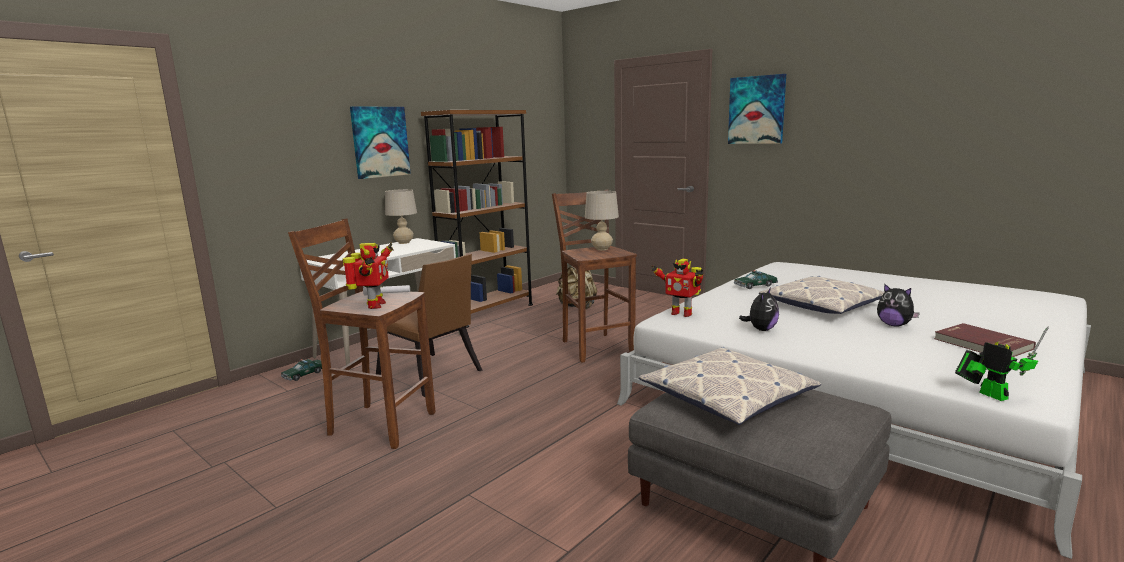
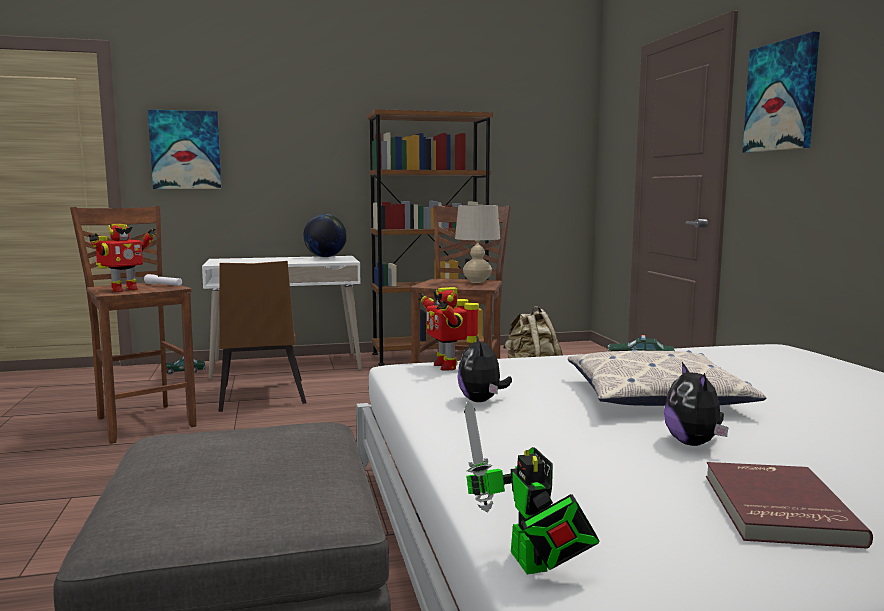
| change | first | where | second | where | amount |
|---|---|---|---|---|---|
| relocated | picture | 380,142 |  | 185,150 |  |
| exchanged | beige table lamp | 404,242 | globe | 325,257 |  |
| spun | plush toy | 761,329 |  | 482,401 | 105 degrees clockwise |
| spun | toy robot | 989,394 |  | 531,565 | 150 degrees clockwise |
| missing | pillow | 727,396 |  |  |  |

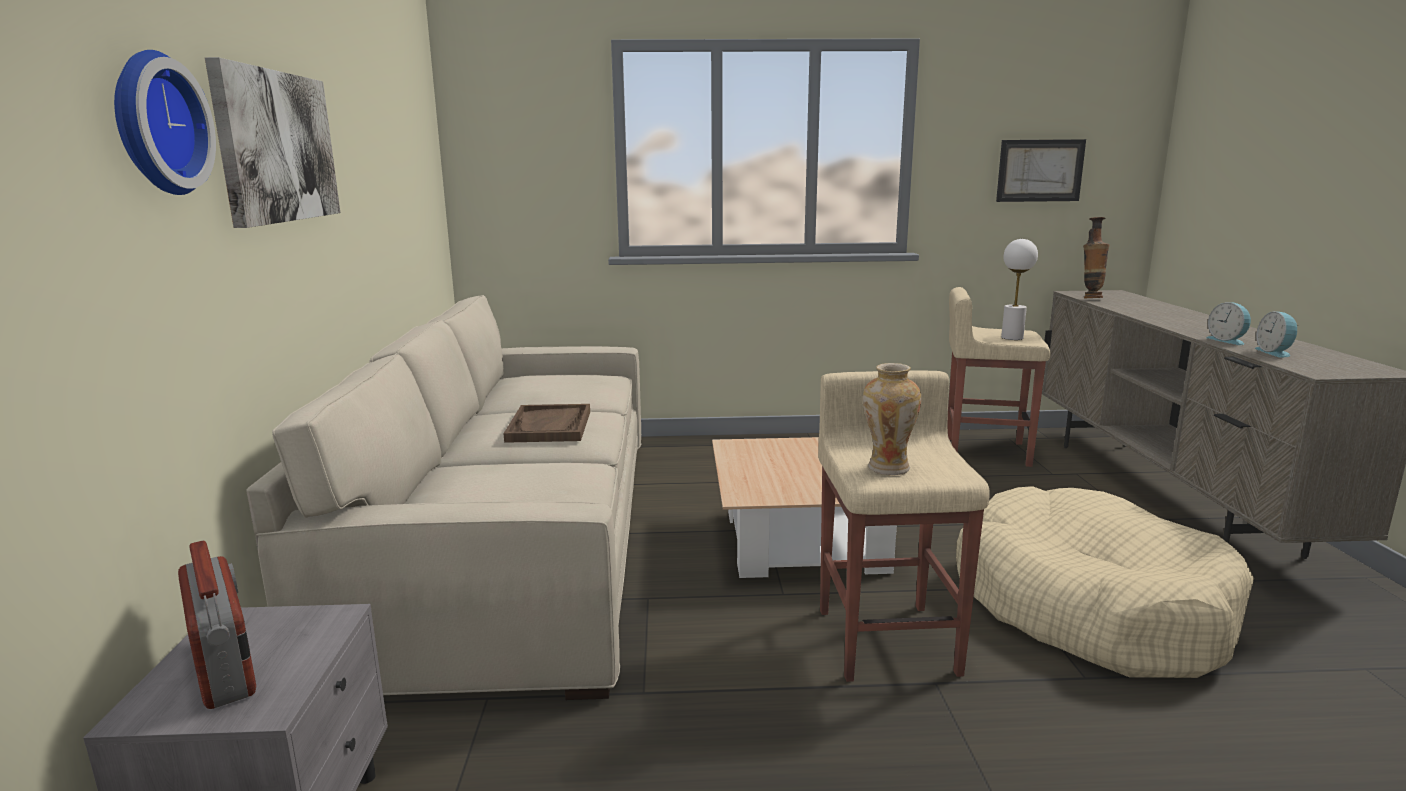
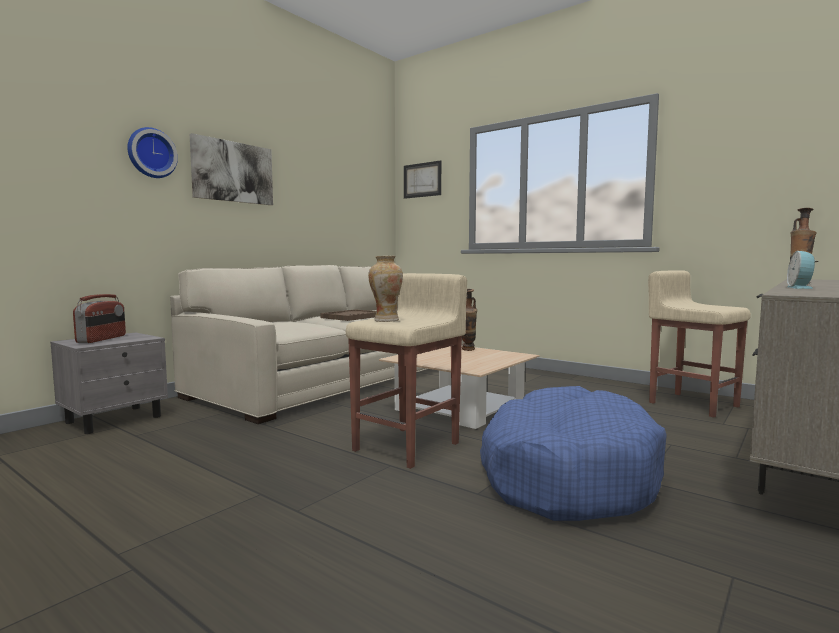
| change | first | where | second | where | amount |
|---|---|---|---|---|---|
| relocated | picture | 1040,170 |  | 422,180 |  |
| appeared |  |  | vase | 467,350 |  |
| colour | beige dog bed | 1088,606 | blue dog bed | 566,474 |  |
| missing | white table lamp | 1012,338 |  |  |  |
| missing | alarm clock | 1275,352 |  |  |  |

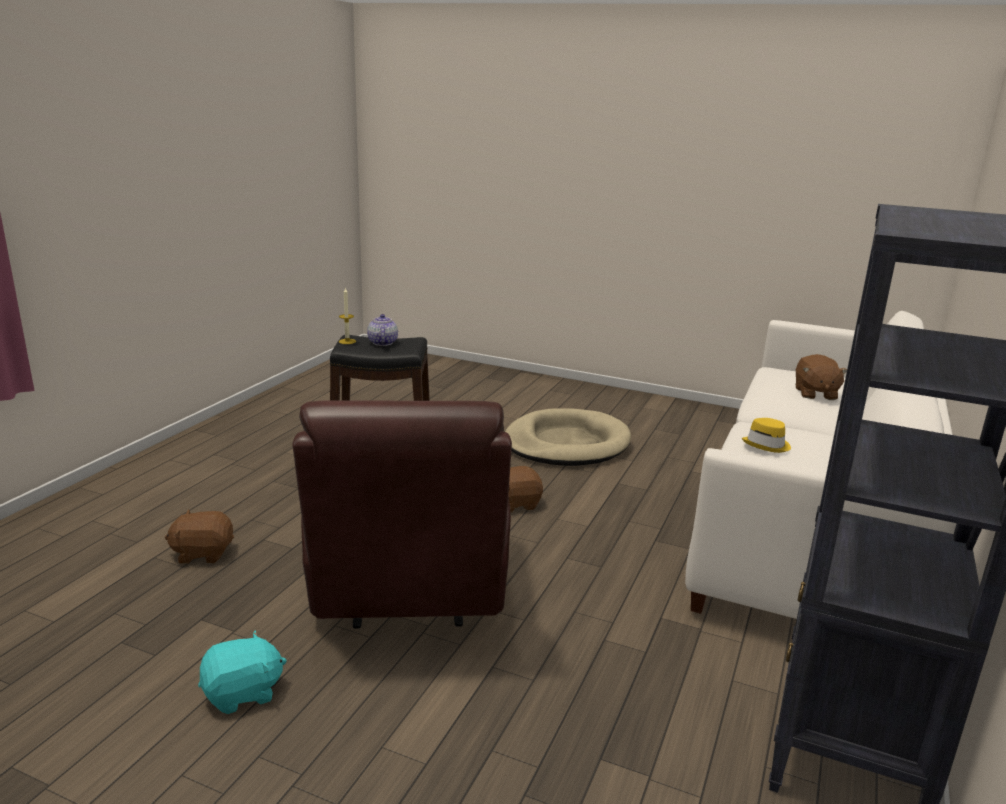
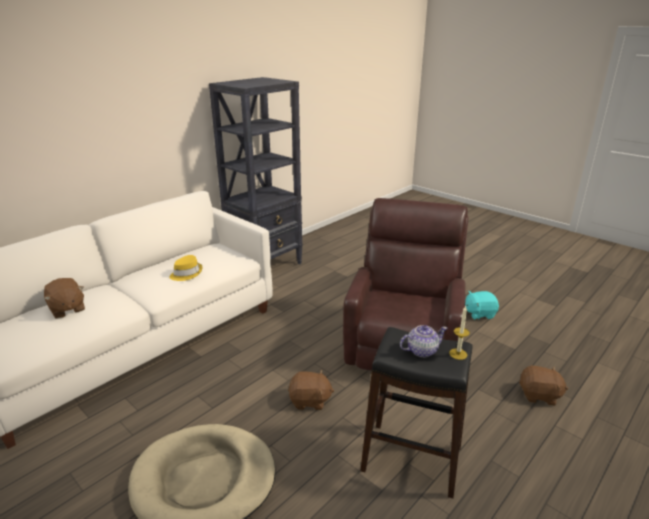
| change | first | where | second | where | amount |
|---|---|---|---|---|---|
| spun | brown plush toy | 815,394 |  | 67,309 | 120 degrees clockwise |
| spun | teapot | 382,343 |  | 421,351 | 120 degrees counterclockwise |

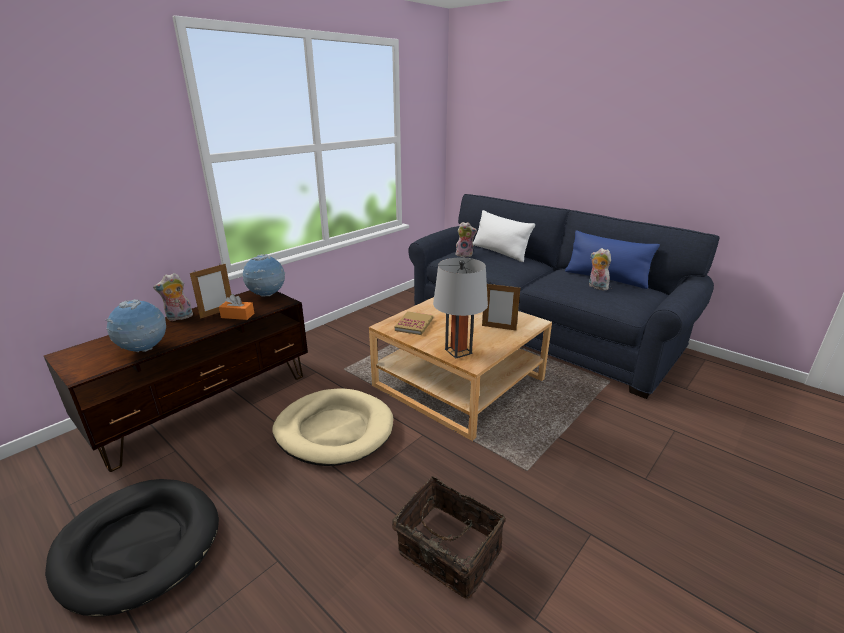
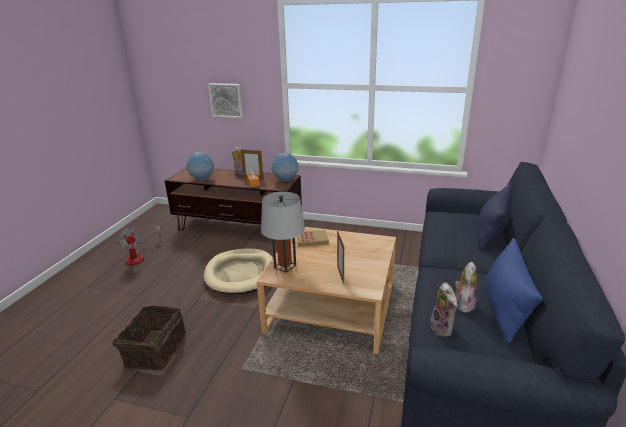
| change | first | where | second | where | amount |
|---|---|---|---|---|---|
| exchanged | black dog bed | 139,545 | fan | 139,257 |  |
| appeared |  |  | picture | 226,100 |  |
| relocated | plush toy | 464,255 |  | 443,328 |  |
| colour | white pillow | 499,252 | blue pillow | 491,232 |  |

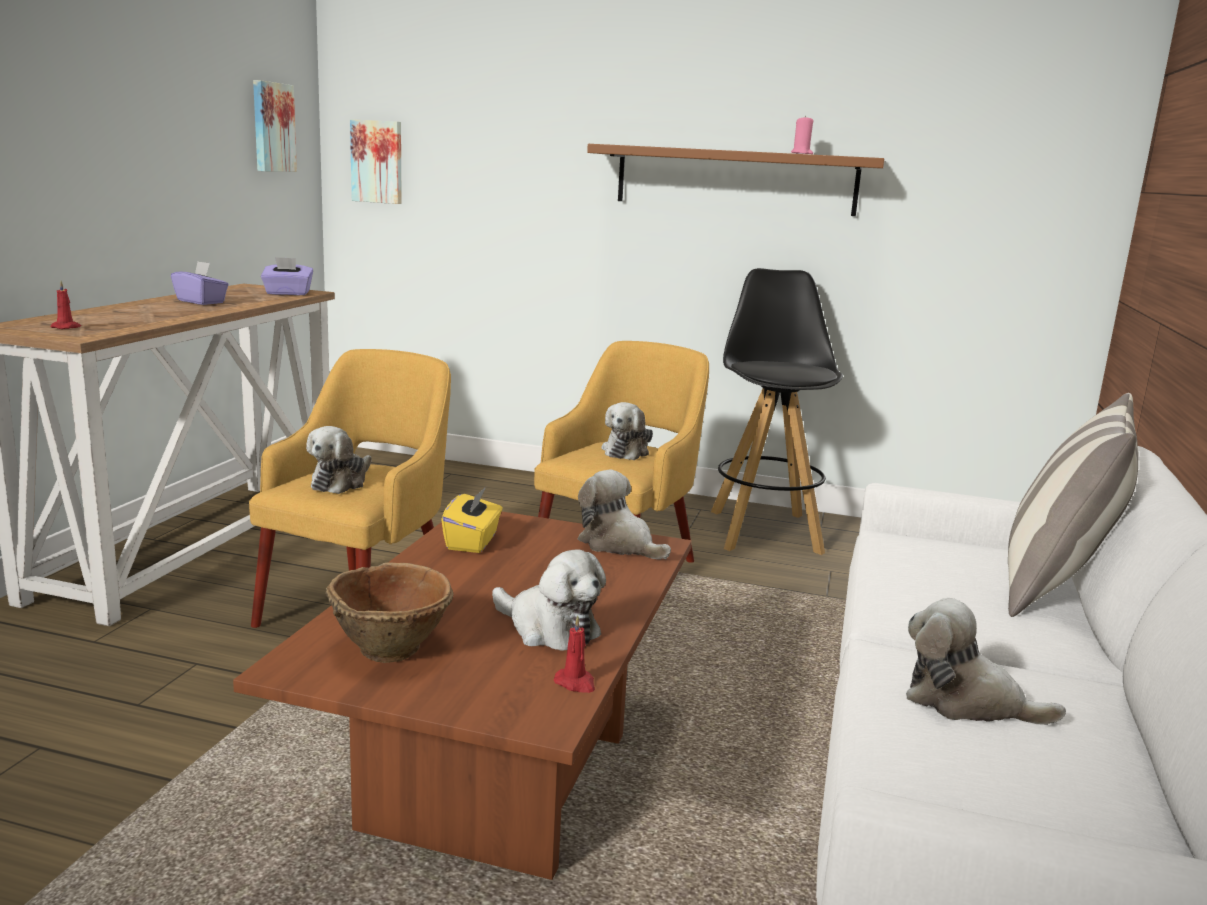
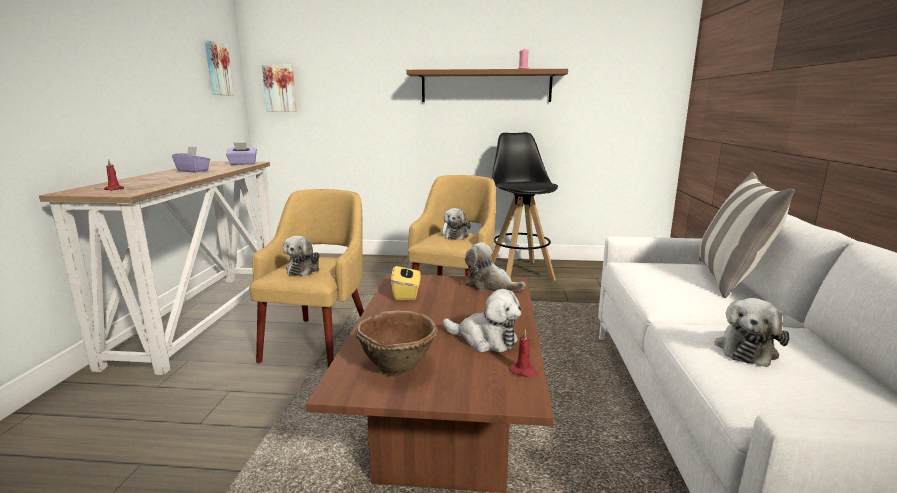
| change | first | where | second | where | amount |
|---|---|---|---|---|---|
| spun | plush toy | 966,702 |  | 746,349 | 75 degrees counterclockwise |

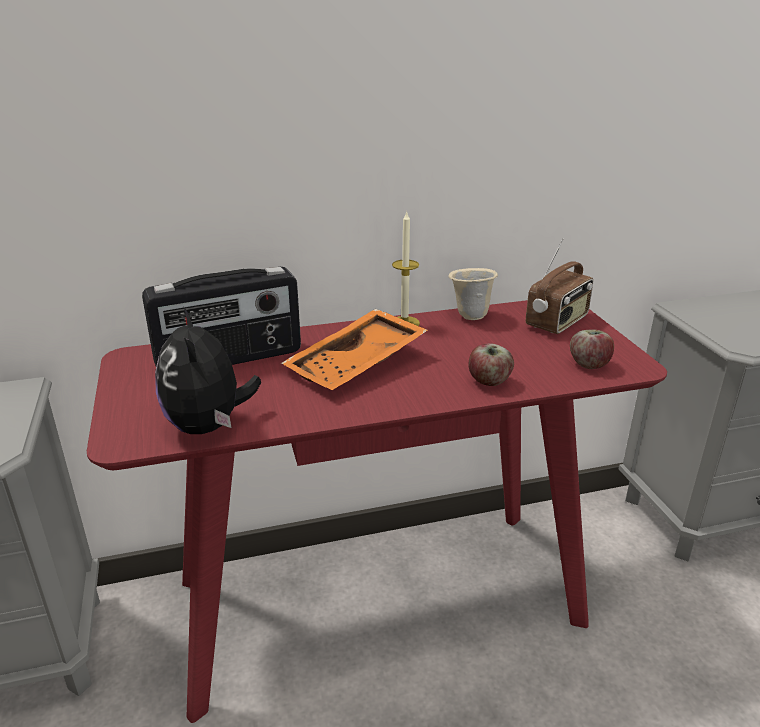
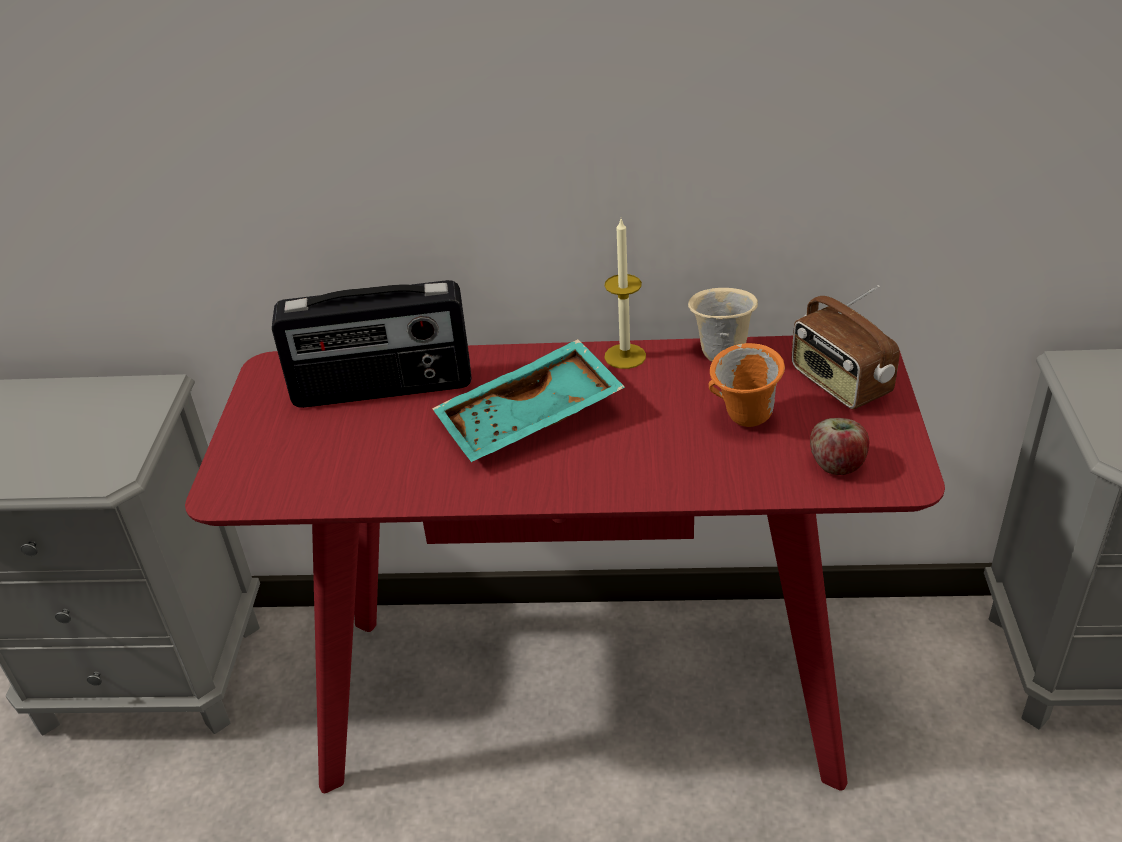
| change | first | where | second | where | amount |
|---|---|---|---|---|---|
| colour | orange tray | 358,365 | turquoise tray | 531,420 |  |
| appeared |  |  | orange mug | 744,421 |  |
| spun | radio | 557,322 |  | 839,383 | 90 degrees clockwise |
| missing | plush toy | 209,426 |  |  |  |
| missing | apple | 489,382 |  |  |  |

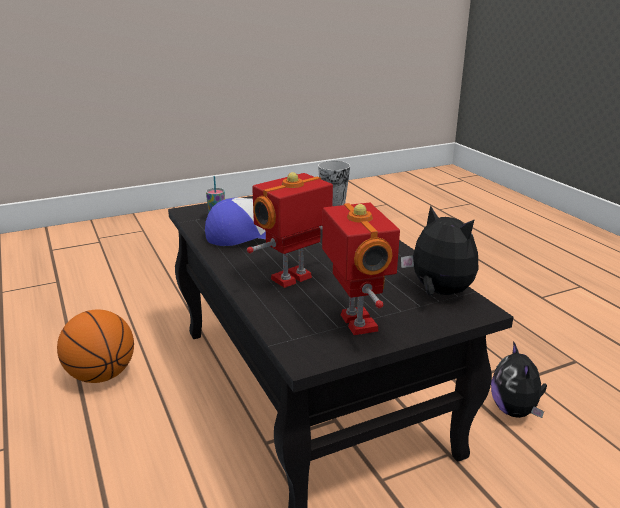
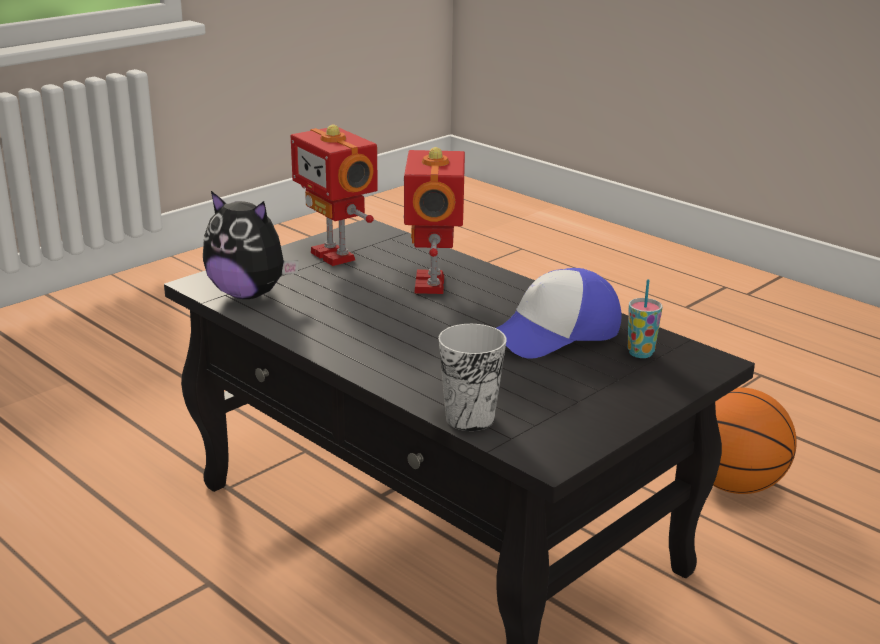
| change | first | where | second | where | amount |
|---|---|---|---|---|---|
| spun | toy robot | 293,279 |  | 433,284 | 150 degrees clockwise |
| missing | plush toy | 515,410 |  |  |  |

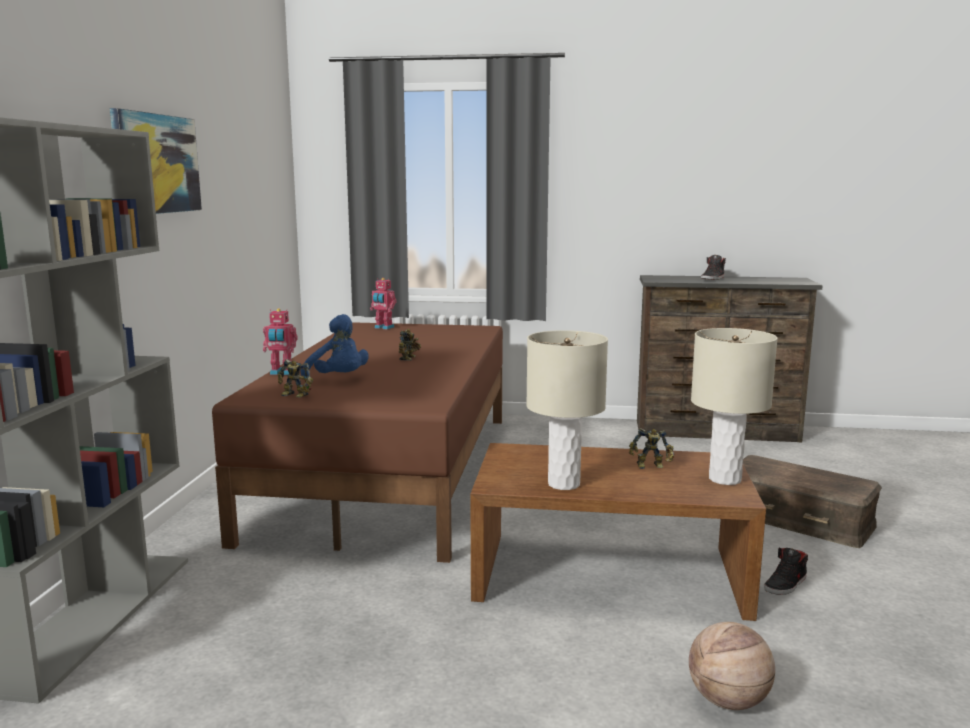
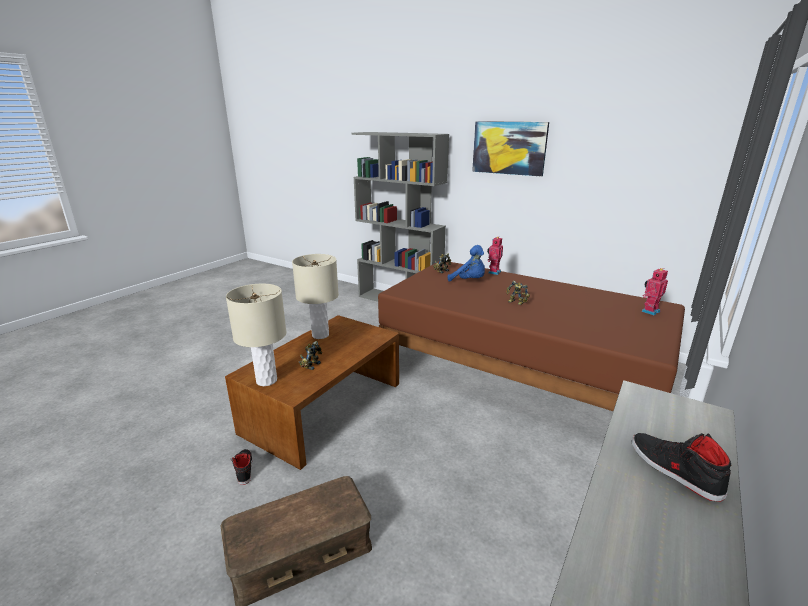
| change | first | where | second | where | amount |
|---|---|---|---|---|---|
| spun | blue plush toy | 338,379 |  | 469,281 | 120 degrees counterclockwise |
| missing | basketball | 728,701 |  |  |  |

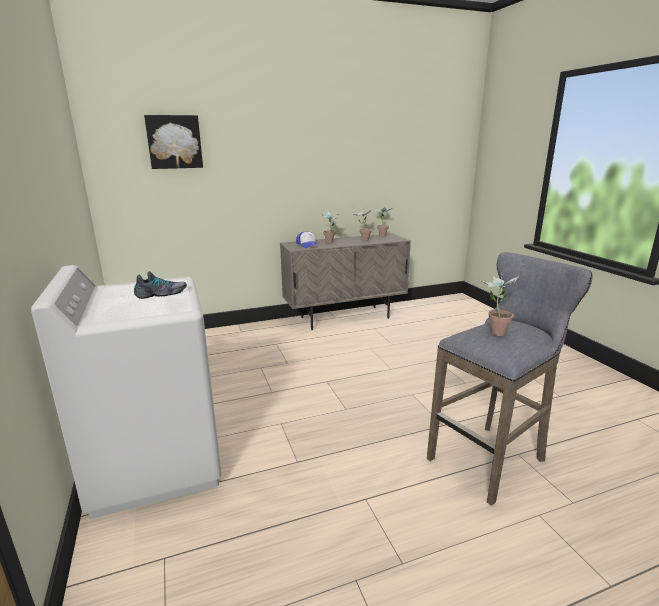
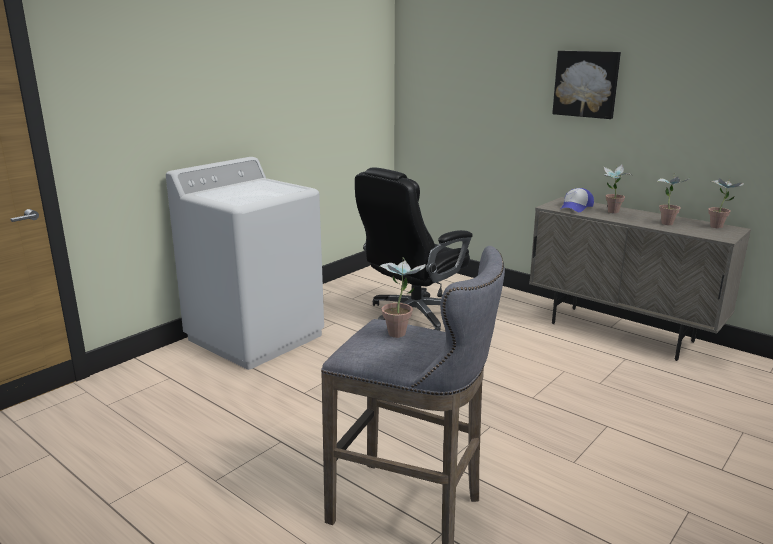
| change | first | where | second | where | amount |
|---|---|---|---|---|---|
| appeared |  |  | black office chair | 413,317 |  |
| relocated | picture | 174,142 |  | 586,84 |  |
| missing | shoe | 161,294 |  |  |  |

